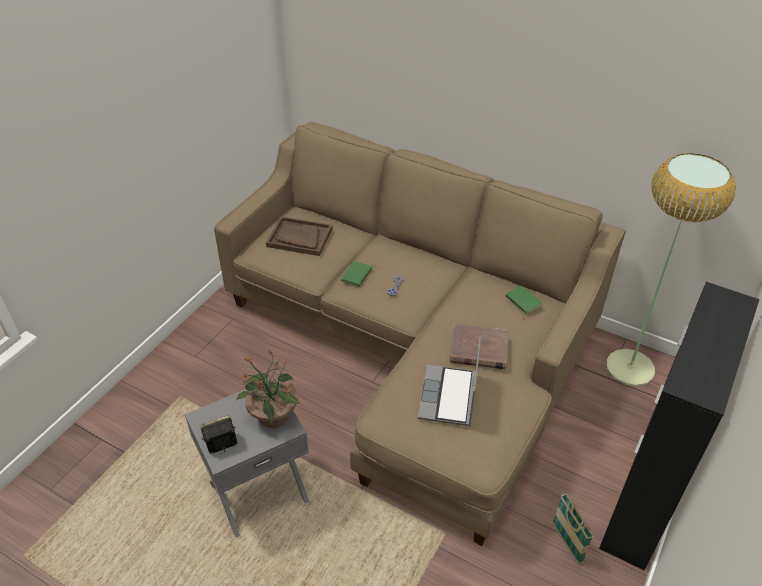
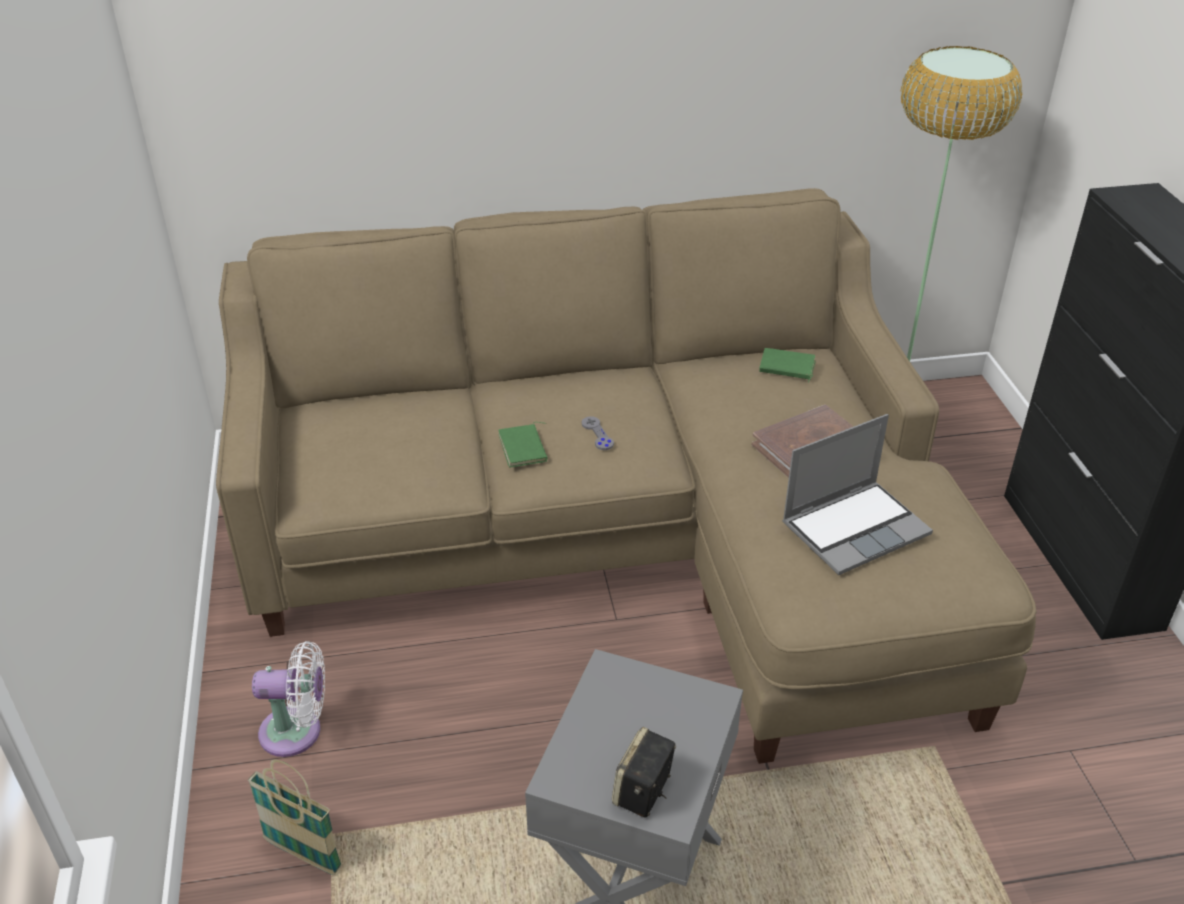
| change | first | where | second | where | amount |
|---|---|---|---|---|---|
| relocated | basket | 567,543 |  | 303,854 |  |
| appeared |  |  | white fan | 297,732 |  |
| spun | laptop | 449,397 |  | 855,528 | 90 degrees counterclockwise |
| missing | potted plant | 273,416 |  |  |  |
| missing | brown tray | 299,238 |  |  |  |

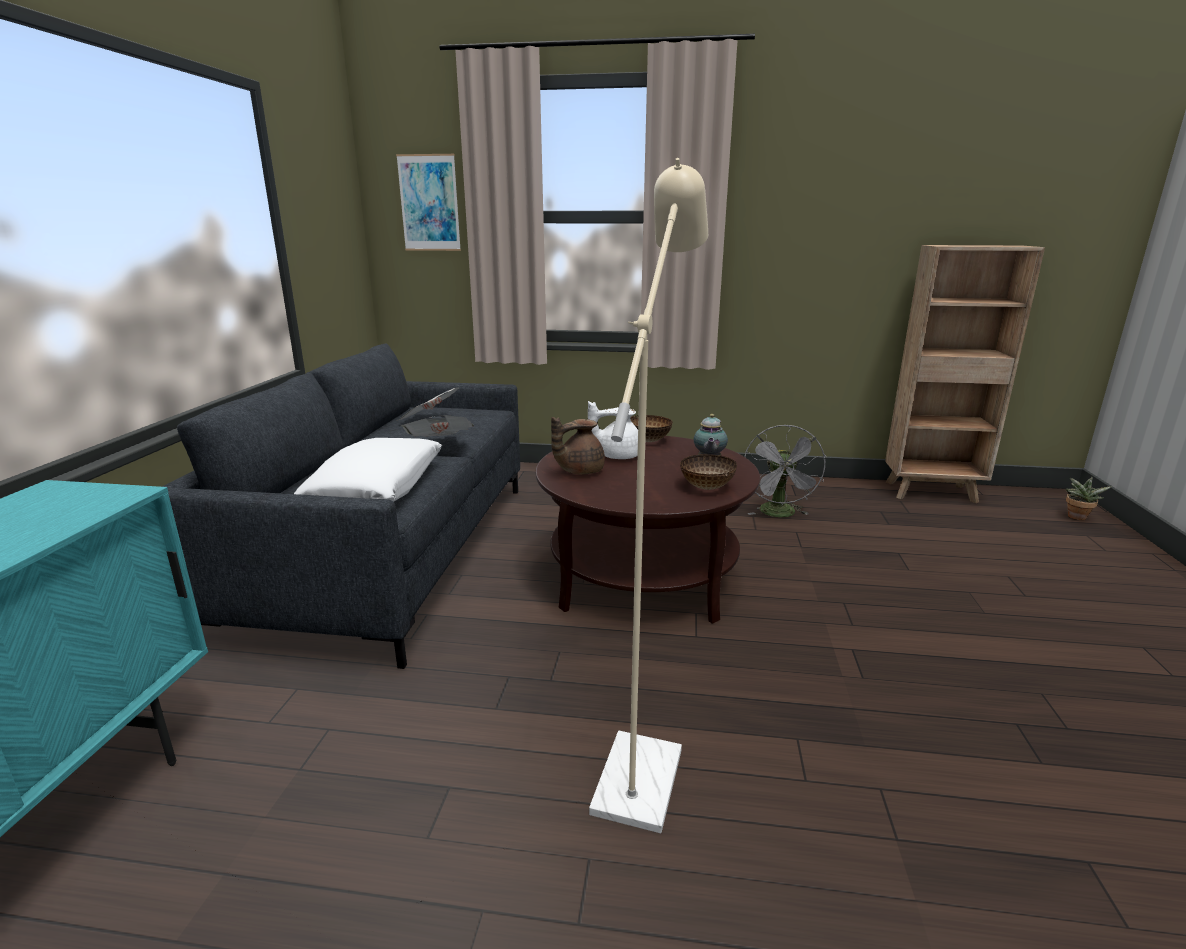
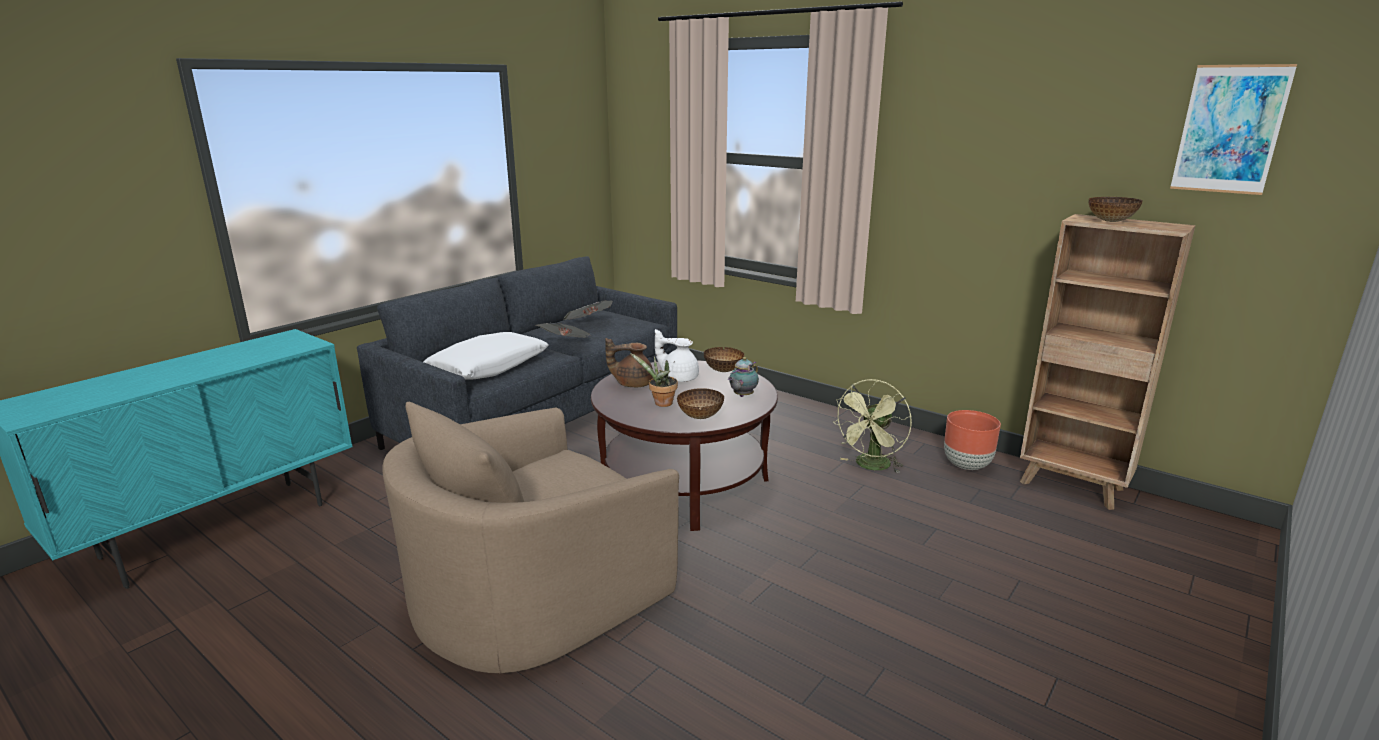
| change | first | where | second | where | amount |
|---|---|---|---|---|---|
| exchanged | beige floor lamp | 642,764 | beige armchair | 533,594 |  |
| relocated | potted plant | 1076,518 |  | 660,403 |  |
| colour | grey fan | 779,514 | green fan | 871,466 |  |
| appeared |  |  | brown planter | 967,465 |  |
| appeared |  |  | bowl | 1110,221 |  |
| relocated | picture | 429,203 |  | 1230,129 |  |

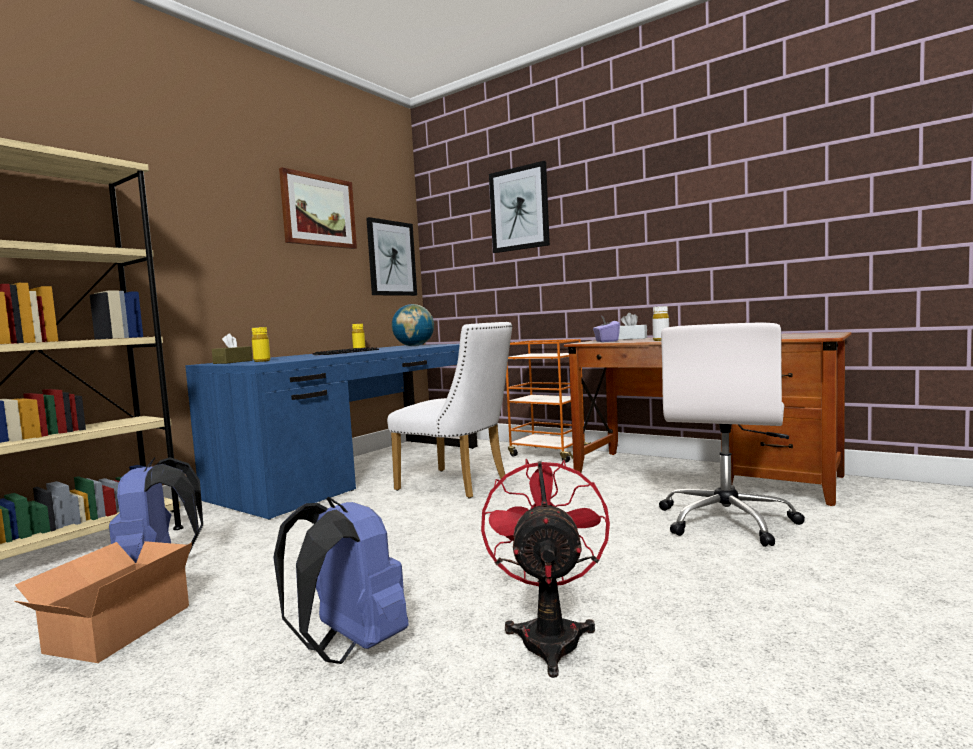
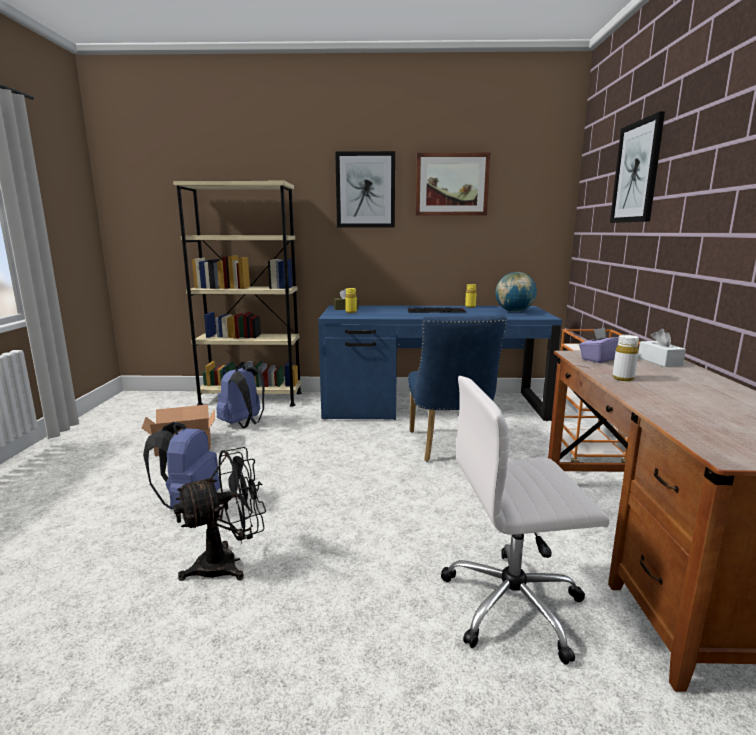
| change | first | where | second | where | amount |
|---|---|---|---|---|---|
| colour | red fan | 550,634 | black fan | 228,563 |  |
| relocated | picture | 391,258 |  | 365,190 |  |
| colour | white chair | 459,485 | blue chair | 449,448 |  |

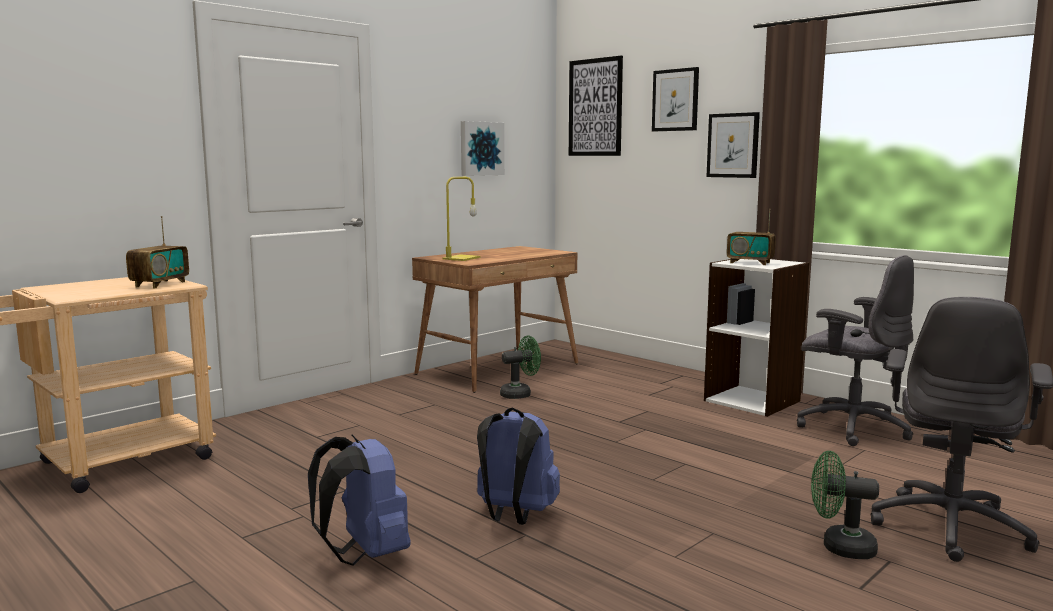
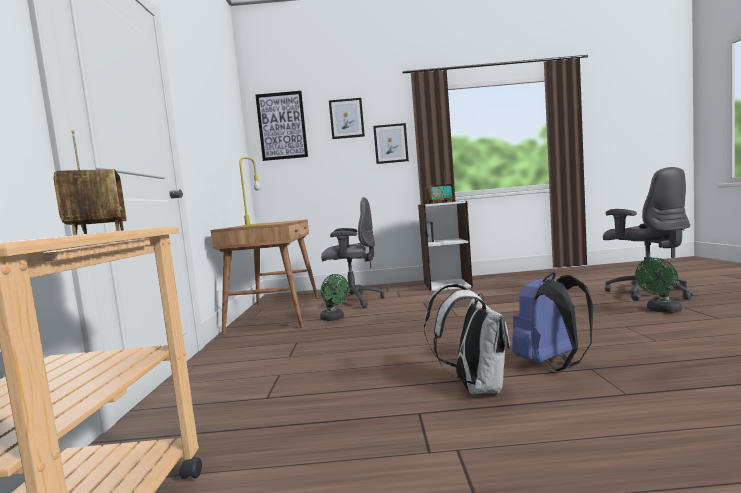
| change | first | where | second | where | amount |
|---|---|---|---|---|---|
| spun | green fan | 520,394 |  | 334,318 | 120 degrees clockwise |
| relocated | grey office chair | 851,427 |  | 352,301 |  |
| appeared |  |  | white backpack | 474,387 |  |
| missing | blue backpack | 365,554 |  |  |  |
| missing | picture | 480,148 |  |  |  |

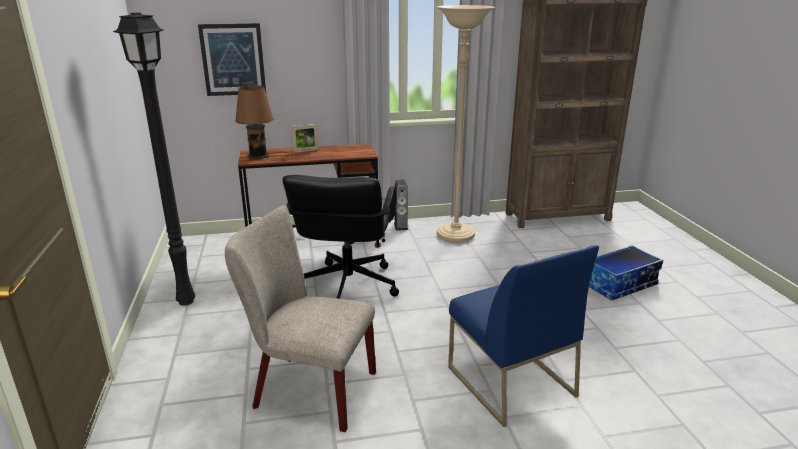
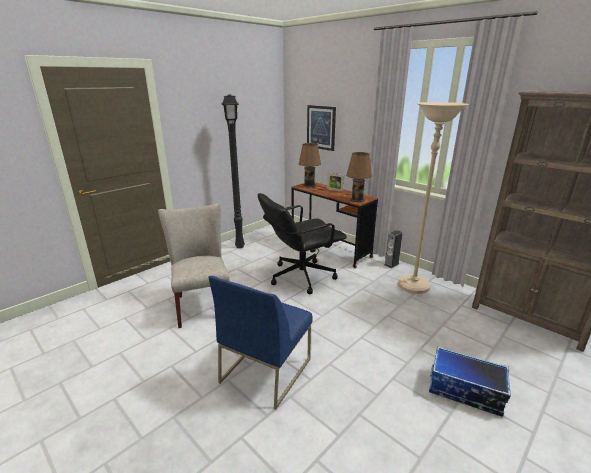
| change | first | where | second | where | amount |
|---|---|---|---|---|---|
| appeared |  |  | brown table lamp | 356,199 |  |

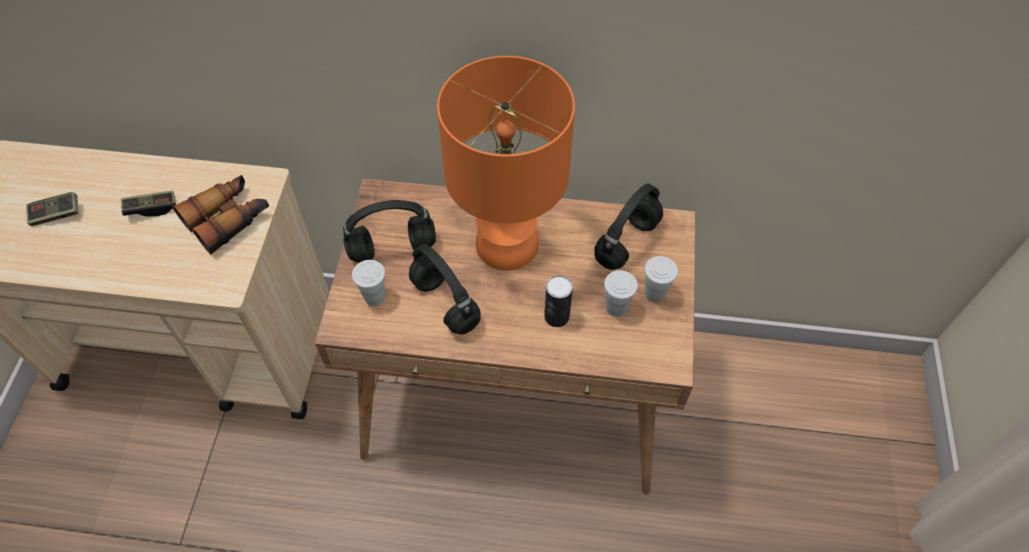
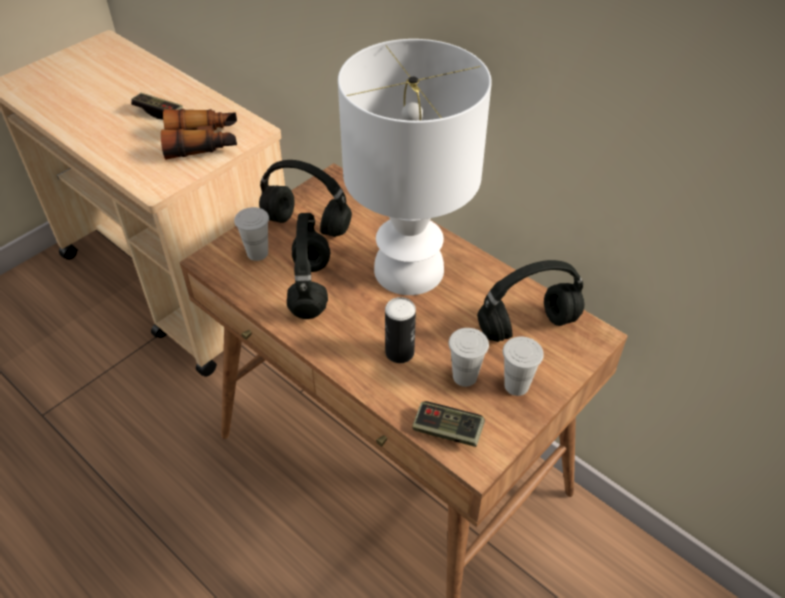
| change | first | where | second | where | amount |
|---|---|---|---|---|---|
| colour | orange table lamp | 507,242 | white table lamp | 410,269 |  |
| relocated | game controller | 56,215 |  | 447,431 |  |

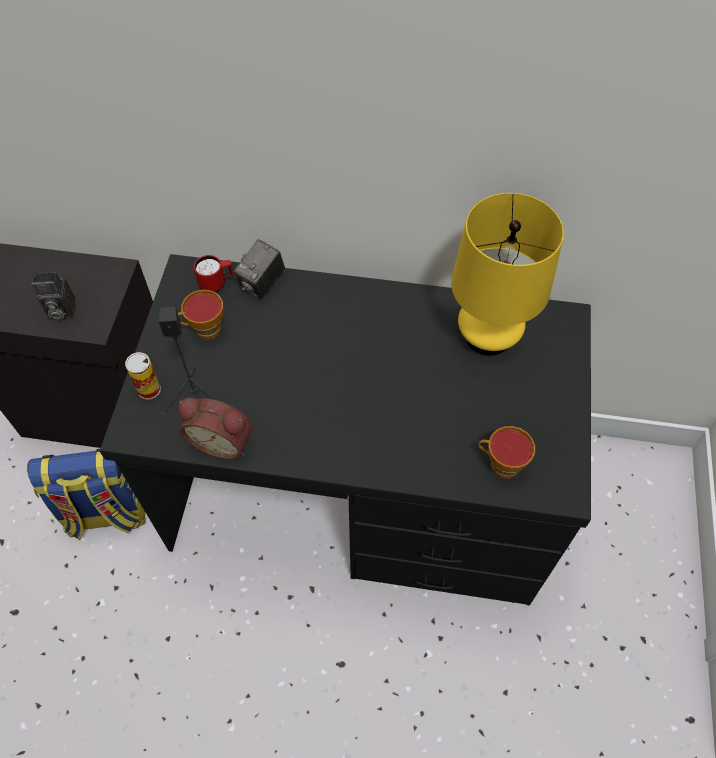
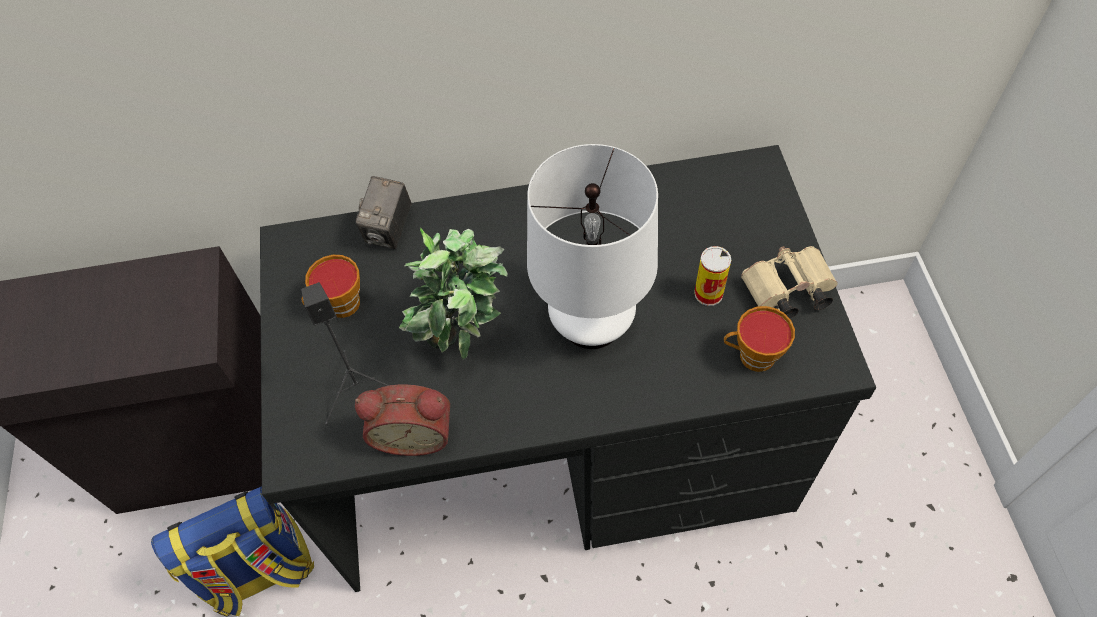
| change | first | where | second | where | amount |
|---|---|---|---|---|---|
| appeared |  |  | potted plant | 463,344 |  |
| appeared |  |  | white table lamp | 592,323 |  |
| relocated | can | 149,389 |  | 708,293 |  |
| appeared |  |  | beige binoculars | 786,292 |  |
| missing | photo camera | 60,311 |  |  |  |
| missing | red mug | 217,284 |  |  |  |
| missing | yellow table lamp | 488,336 |  |  |  |

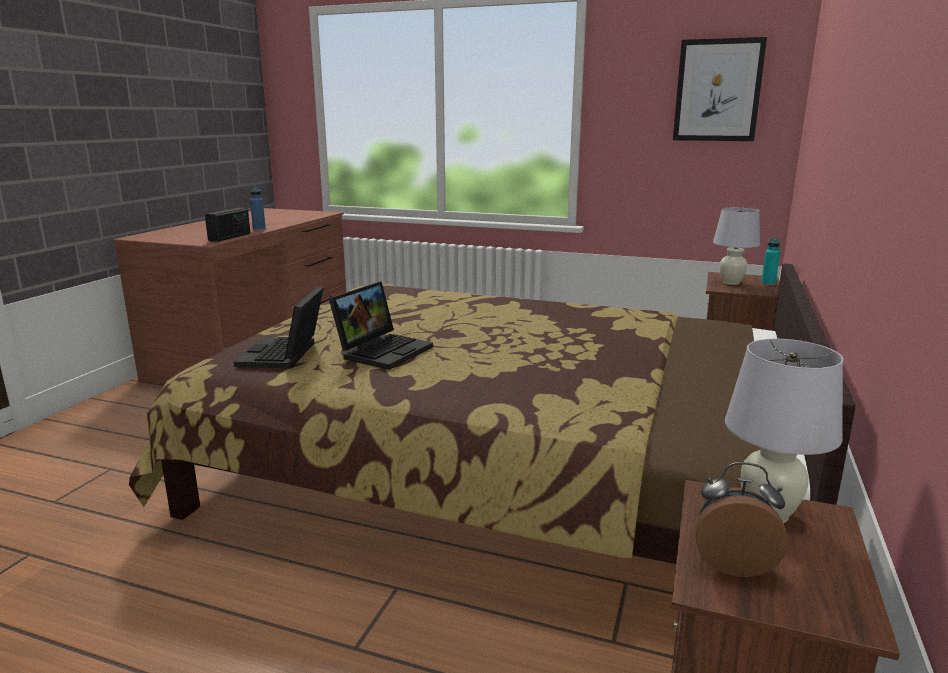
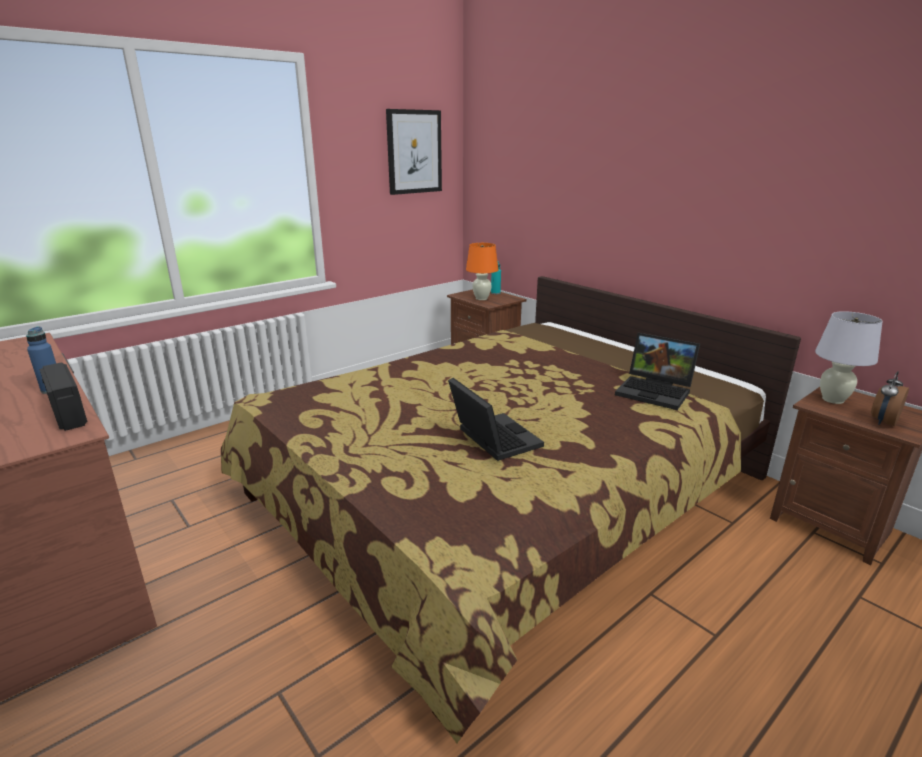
| change | first | where | second | where | amount |
|---|---|---|---|---|---|
| colour | white table lamp | 731,283 | orange table lamp | 481,298 |  |
| relocated | laptop | 284,355 |  | 656,391 |  |

